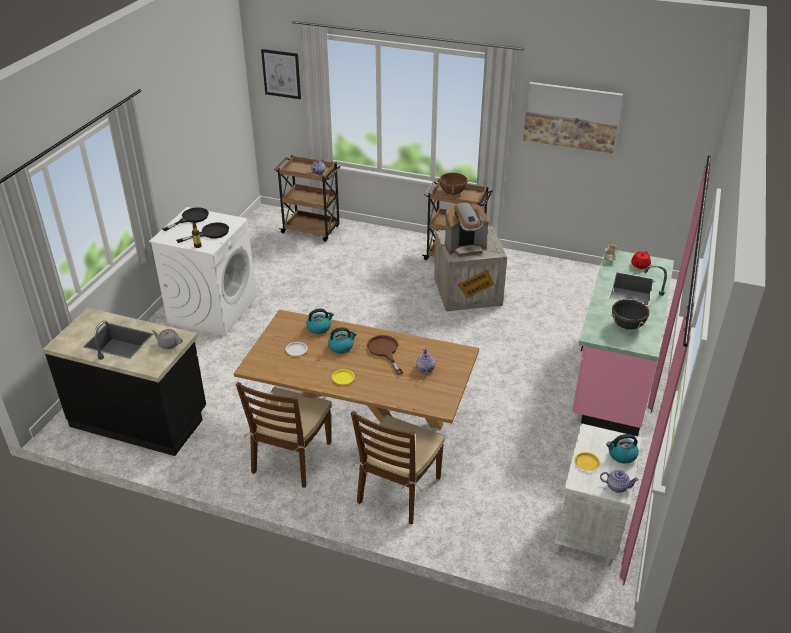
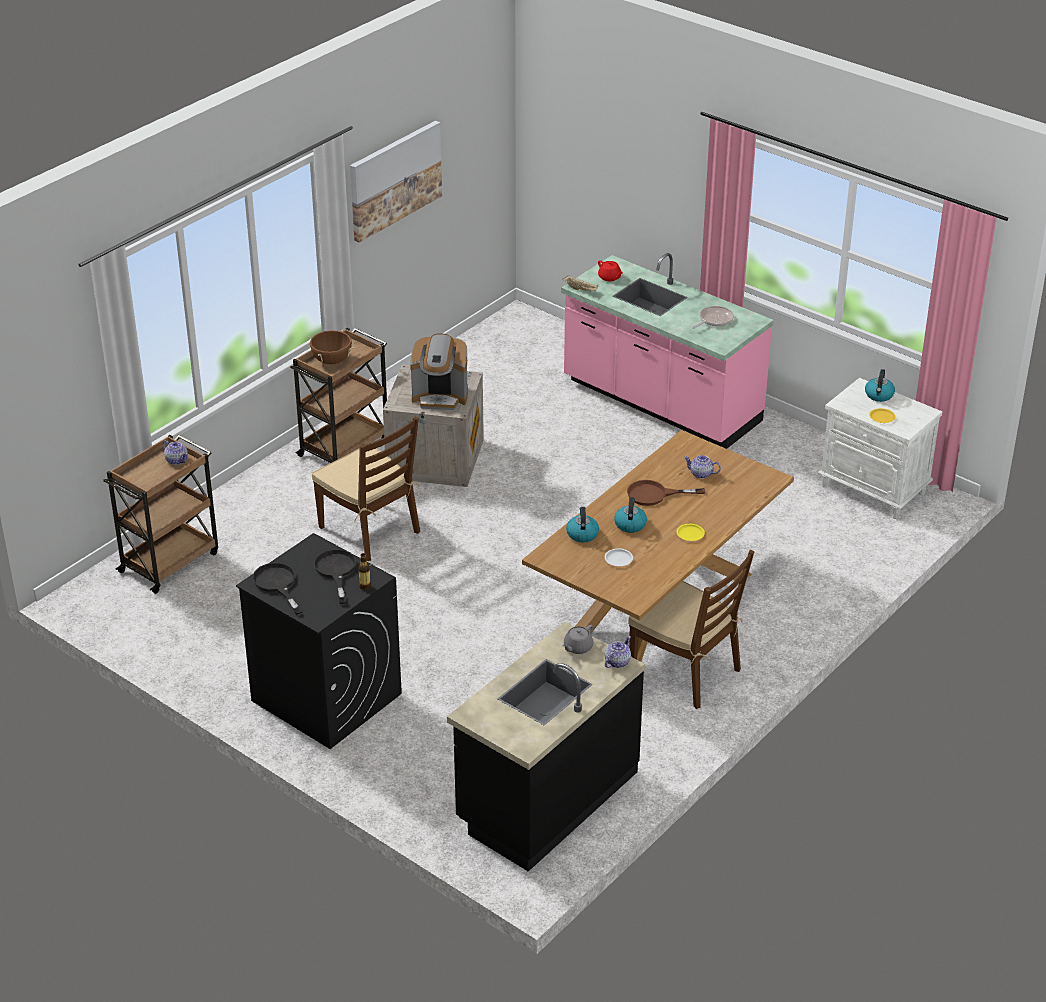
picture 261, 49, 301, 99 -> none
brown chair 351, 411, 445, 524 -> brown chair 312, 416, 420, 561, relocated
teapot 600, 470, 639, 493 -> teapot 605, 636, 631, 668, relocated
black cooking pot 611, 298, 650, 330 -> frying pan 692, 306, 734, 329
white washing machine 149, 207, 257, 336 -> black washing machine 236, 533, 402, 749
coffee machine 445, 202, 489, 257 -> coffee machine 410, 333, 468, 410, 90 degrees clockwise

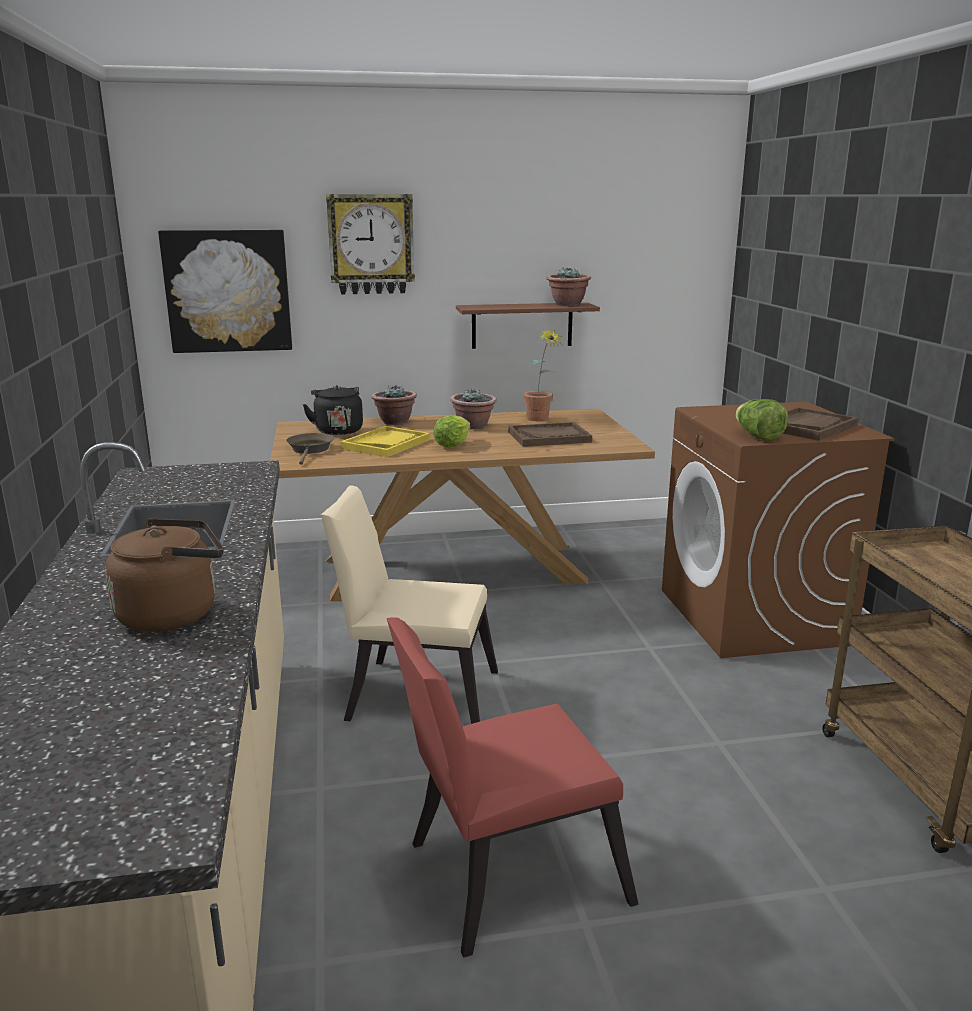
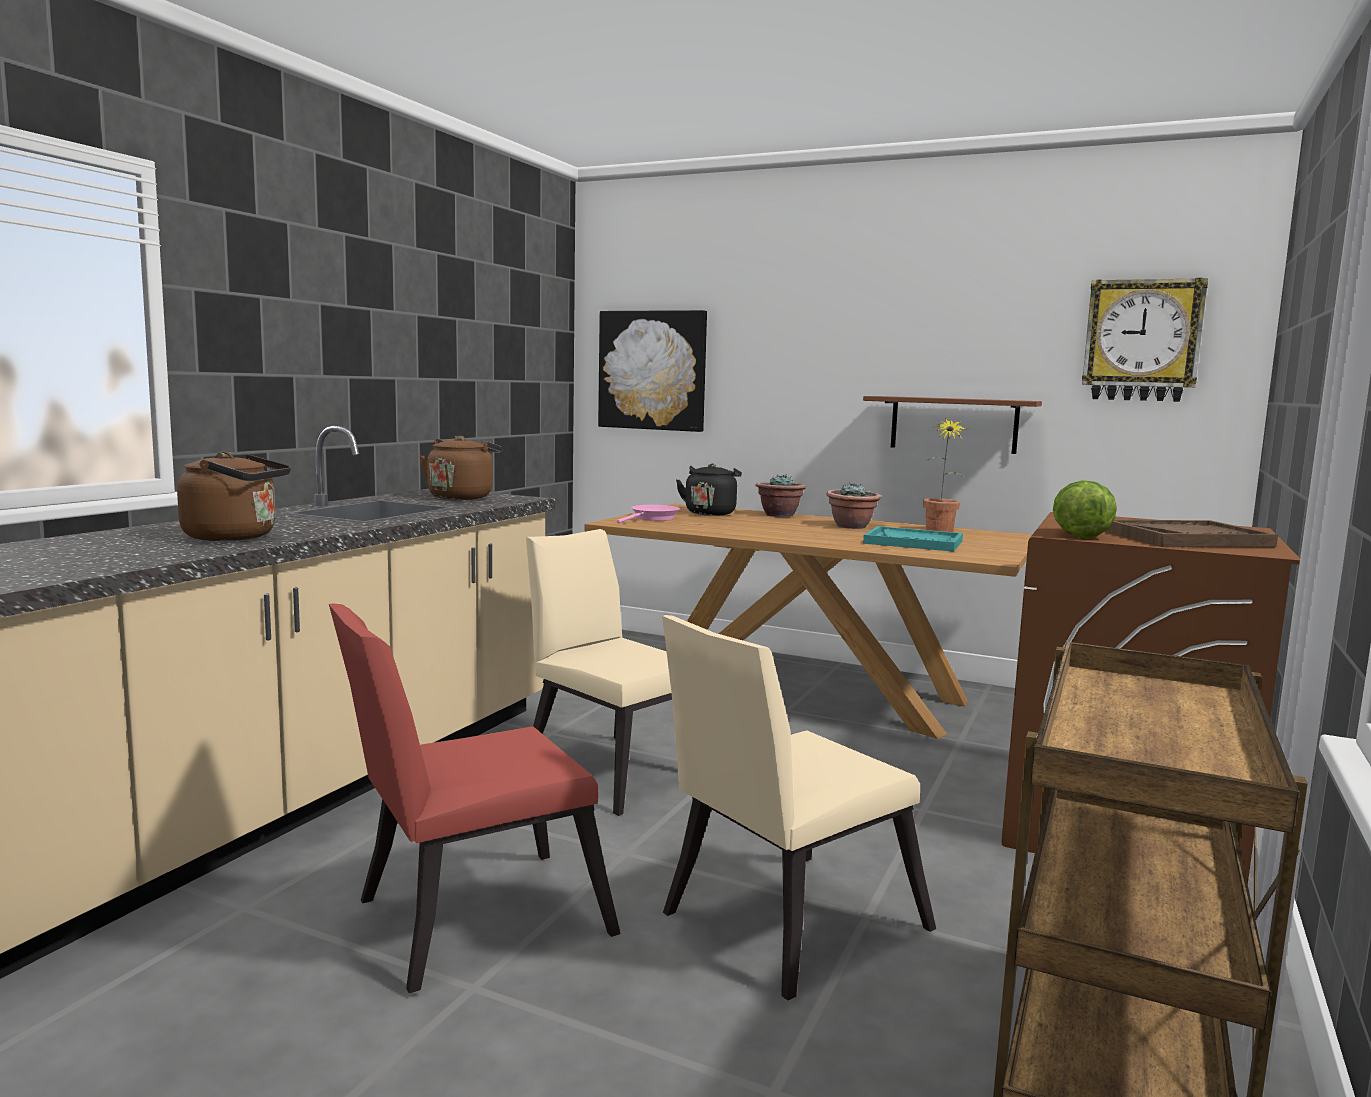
yellow tray 340, 426, 431, 457 -> none
lettuce 433, 416, 470, 448 -> none
potted plant 546, 267, 591, 306 -> none
none -> brown kettle 420, 436, 503, 500
none -> beige chair 662, 615, 936, 1001
wall clock 326, 194, 415, 295 -> wall clock 1082, 278, 1208, 402, relocated
brown frying pan 286, 433, 334, 465 -> pink frying pan 617, 505, 680, 524
brown tray 508, 422, 592, 447 -> turquoise tray 863, 526, 963, 552
red chair 387, 617, 638, 958 -> red chair 329, 603, 621, 993, 45 degrees counterclockwise

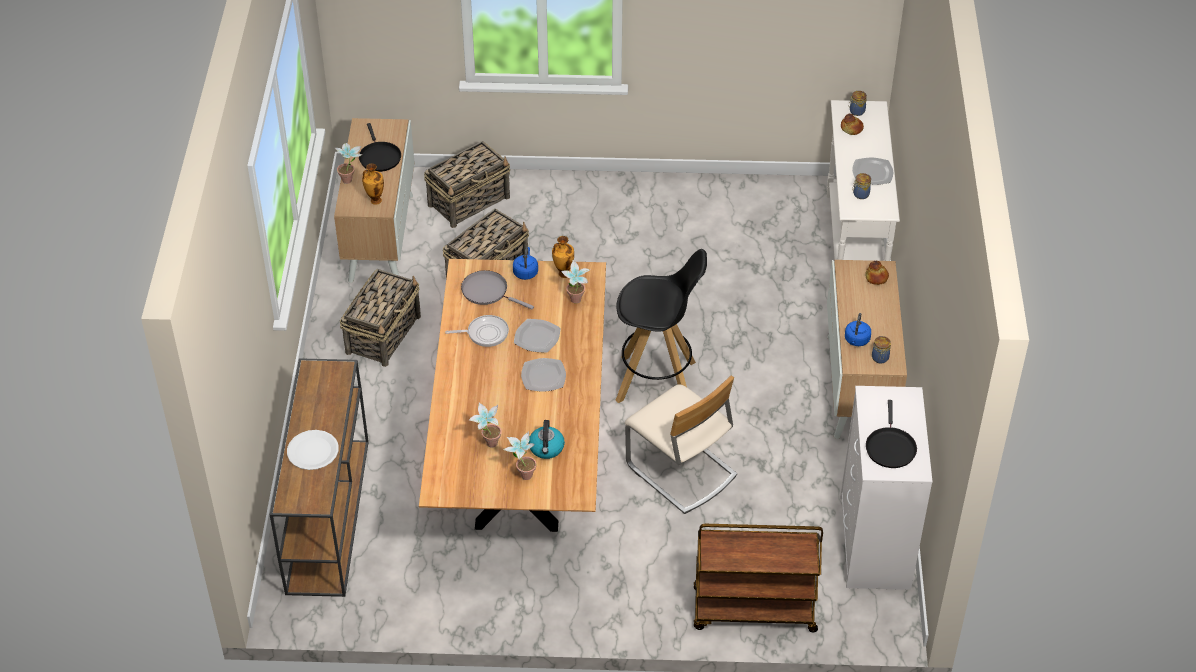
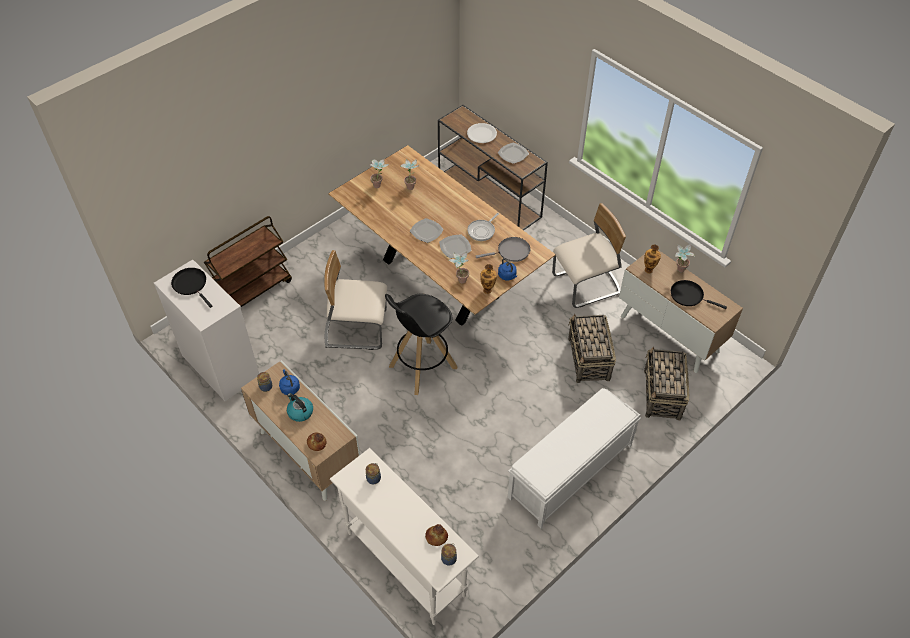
none -> white bench 508, 388, 641, 528
kettle 528, 420, 565, 459 -> kettle 287, 393, 313, 422, relocated
plate 852, 157, 893, 185 -> plate 498, 143, 529, 164, relocated
basket 340, 269, 421, 367 -> beige chair 552, 203, 626, 308

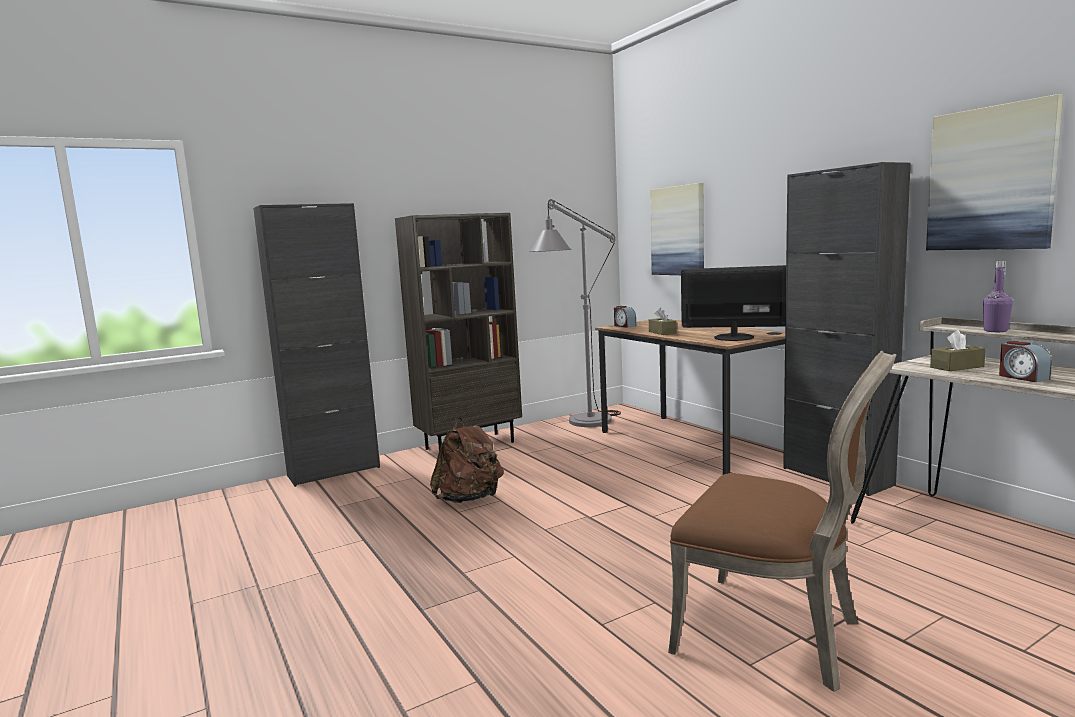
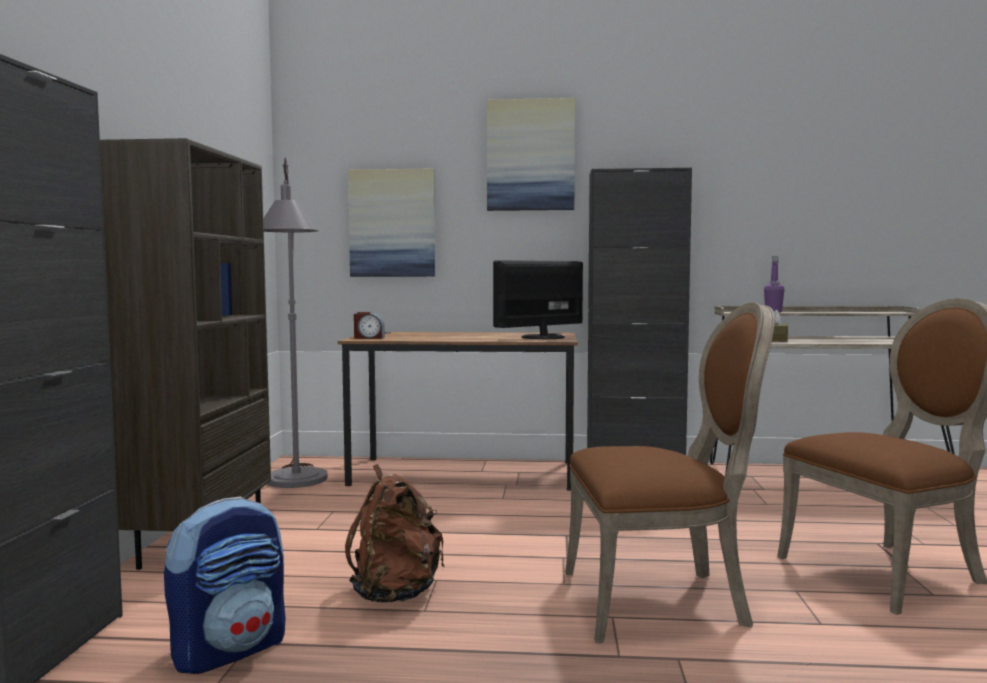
brown tissue box 649, 308, 677, 335 -> none
alarm clock 999, 341, 1052, 382 -> none
none -> backpack 164, 496, 286, 674
none -> brown chair 565, 302, 775, 643
picture 926, 94, 1063, 250 -> picture 487, 98, 575, 211, relocated

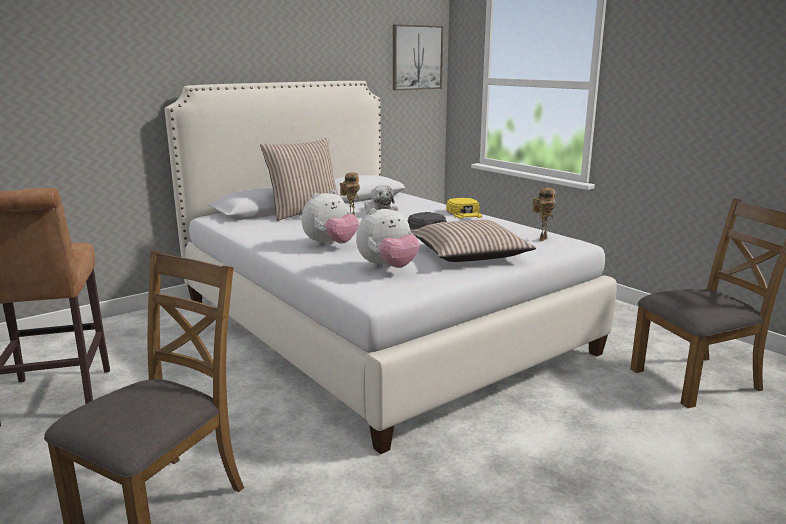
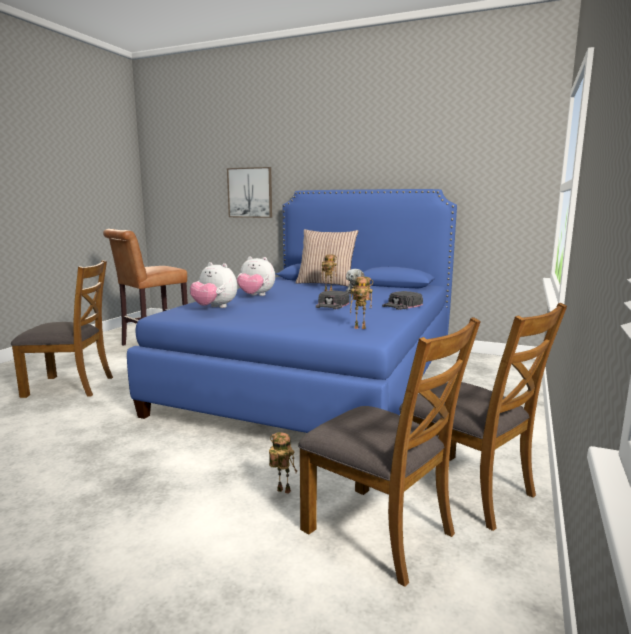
pillow 410, 220, 536, 262 -> none
none -> toy robot 269, 432, 297, 494
none -> brown chair 399, 303, 567, 531
picture 393, 24, 443, 90 -> picture 227, 167, 272, 218, relocated
white bed 165, 81, 617, 454 -> blue bed 127, 189, 457, 433
yellow cap 446, 198, 482, 219 -> black cap 382, 291, 423, 310

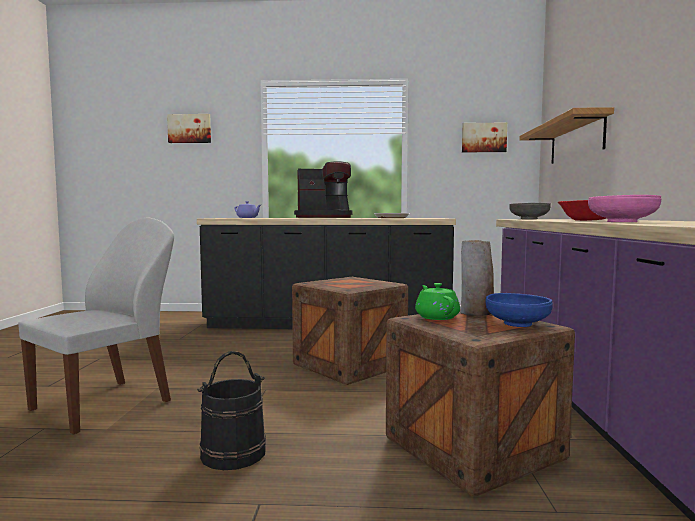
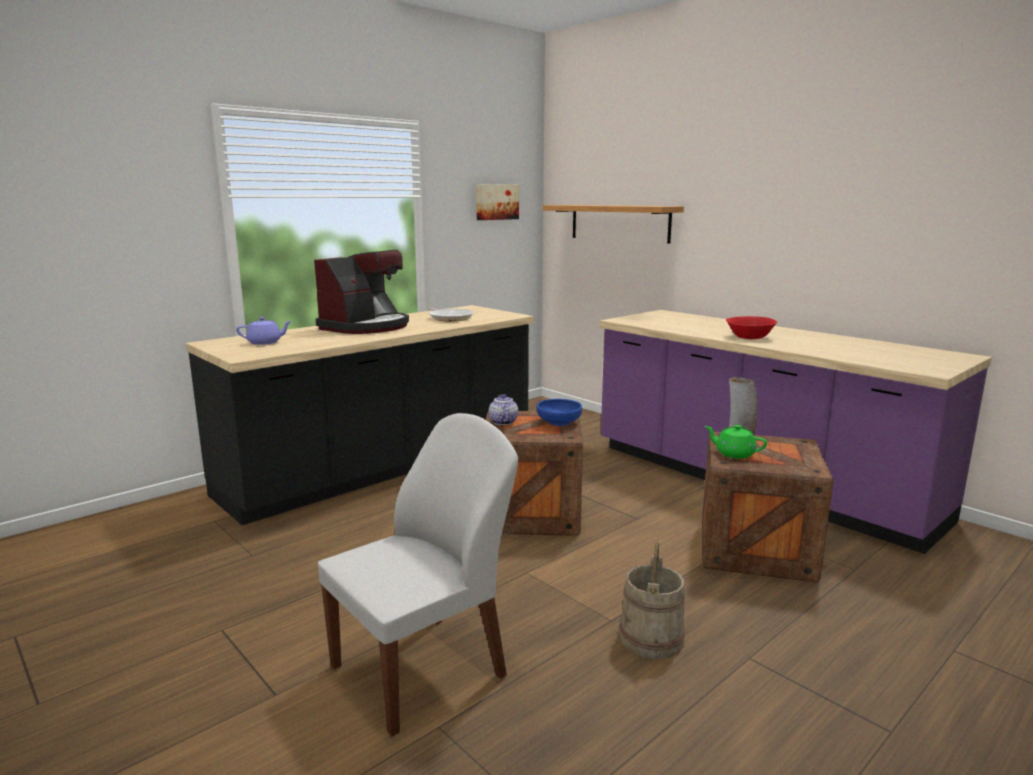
picture 167, 114, 211, 143 -> none
grey bowl 509, 203, 551, 219 -> none
pink bowl 588, 195, 661, 222 -> none
none -> teapot 489, 394, 518, 425
blue bowl 485, 293, 553, 327 -> blue bowl 537, 399, 582, 426, relocated
black bucket 197, 351, 266, 470 -> beige bucket 619, 542, 685, 659
white chair 18, 218, 174, 435 -> white chair 318, 413, 518, 737, 60 degrees clockwise

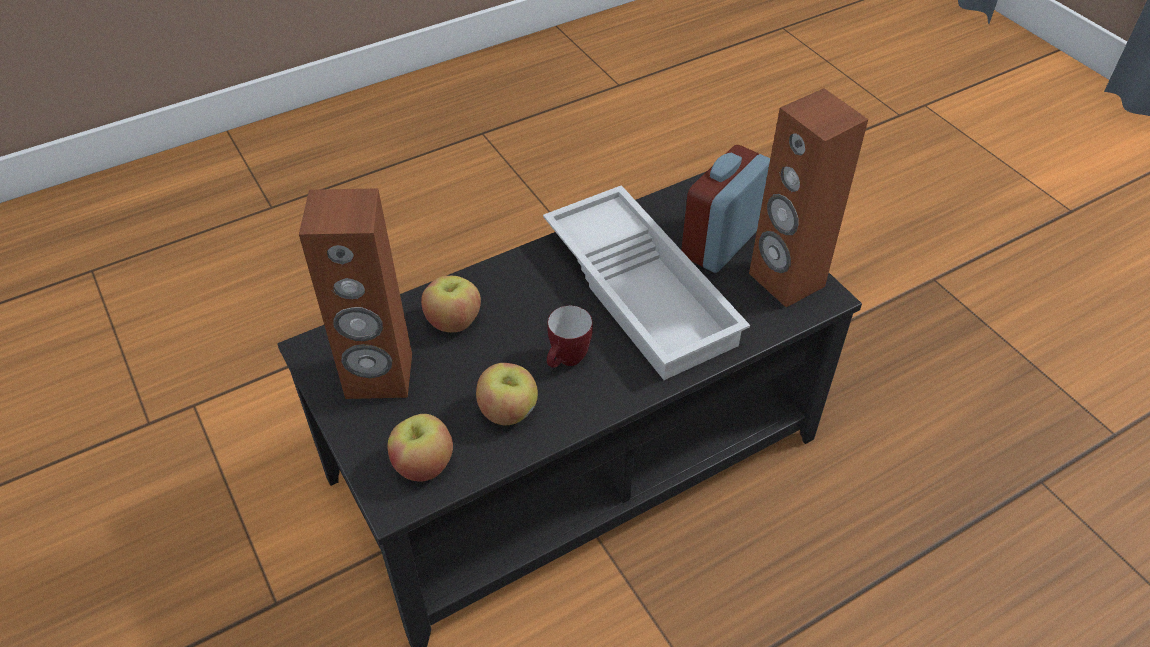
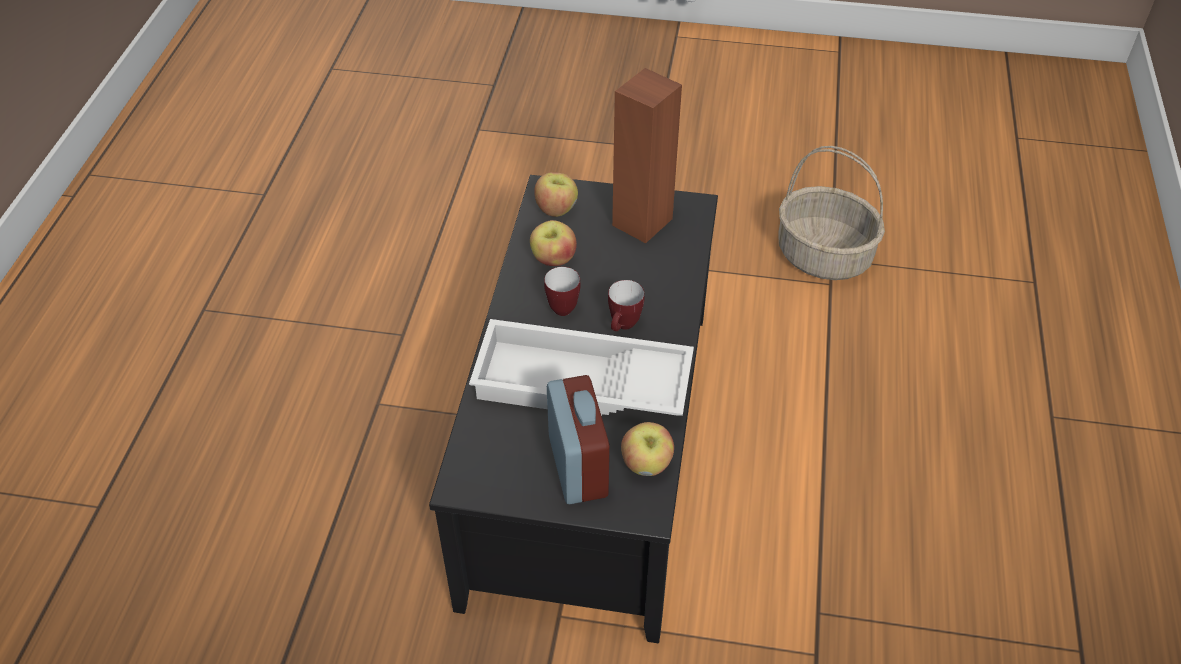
brown speaker 749, 88, 868, 307 -> none
none -> mug 608, 280, 645, 331
none -> basket 778, 146, 885, 280
apple 421, 276, 481, 332 -> apple 621, 422, 674, 476, relocated

